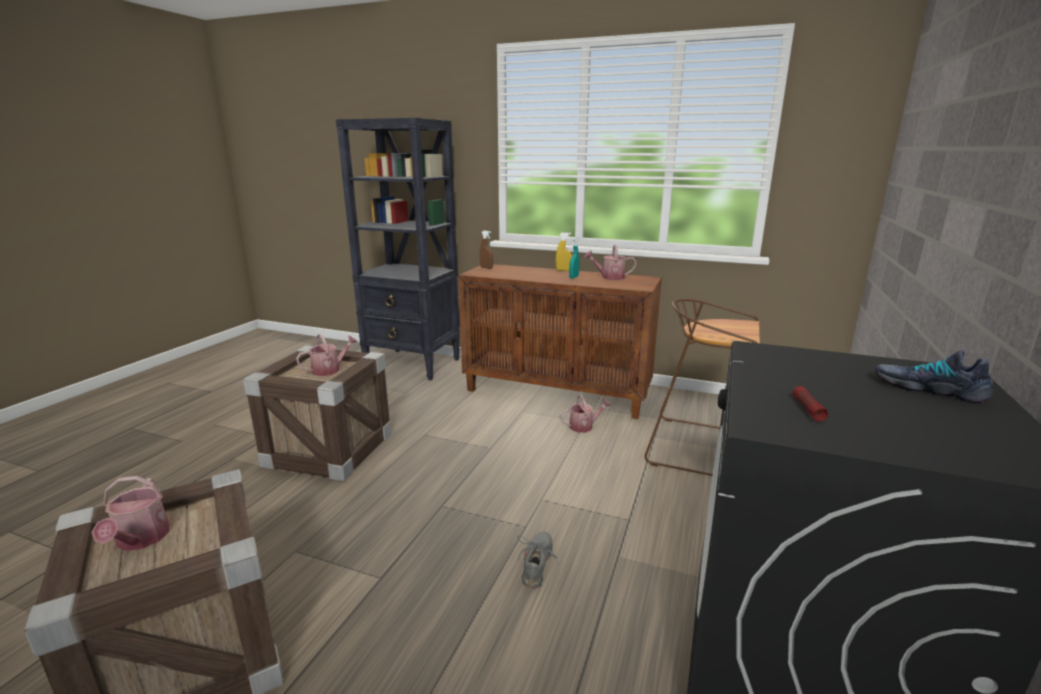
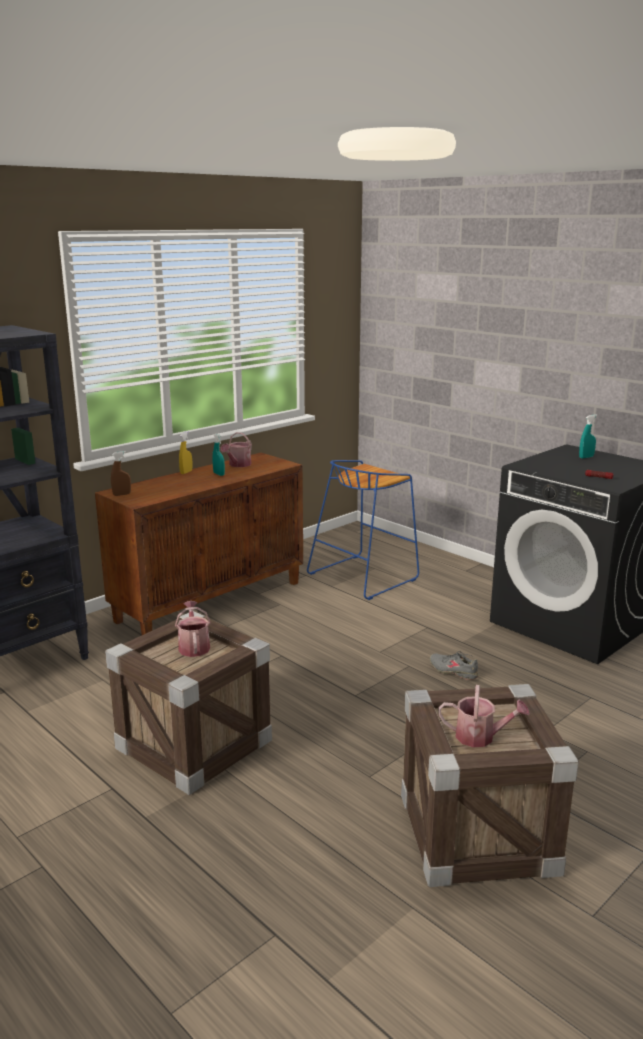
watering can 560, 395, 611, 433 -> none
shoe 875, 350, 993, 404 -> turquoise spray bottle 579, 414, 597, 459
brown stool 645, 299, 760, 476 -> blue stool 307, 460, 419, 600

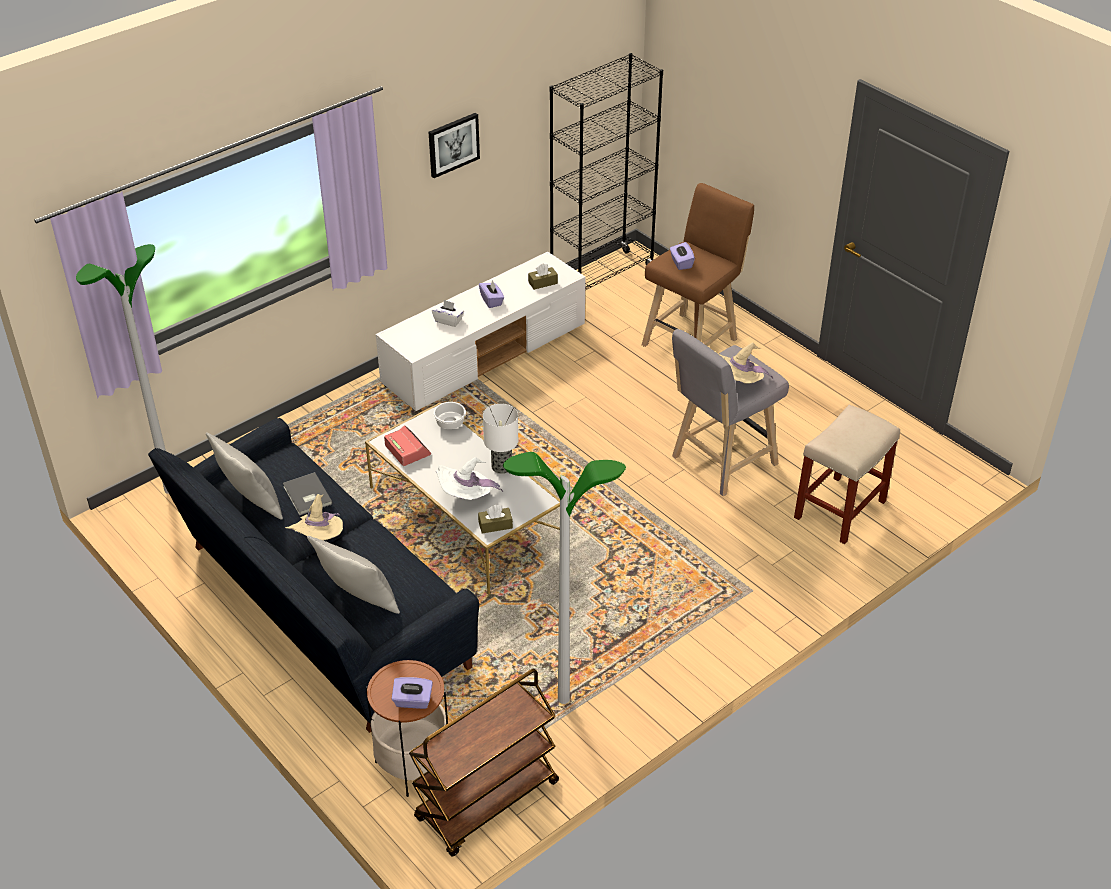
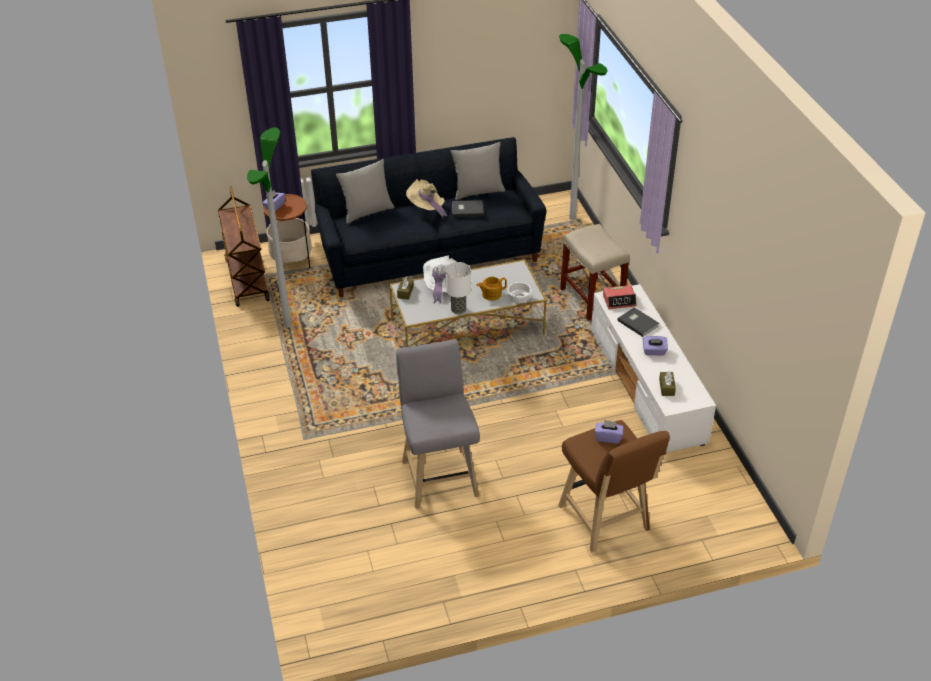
picture 429, 113, 480, 178 -> none
black bookcase 550, 53, 663, 290 -> none
beige hat 717, 342, 774, 384 -> none
none -> teapot 476, 277, 507, 301
alarm clock 384, 425, 431, 466 -> alarm clock 603, 285, 637, 309, relocated
beige stool 794, 405, 900, 544 -> beige stool 560, 224, 630, 321, relocated
white tissue box 432, 300, 464, 327 -> grey book 617, 307, 660, 337

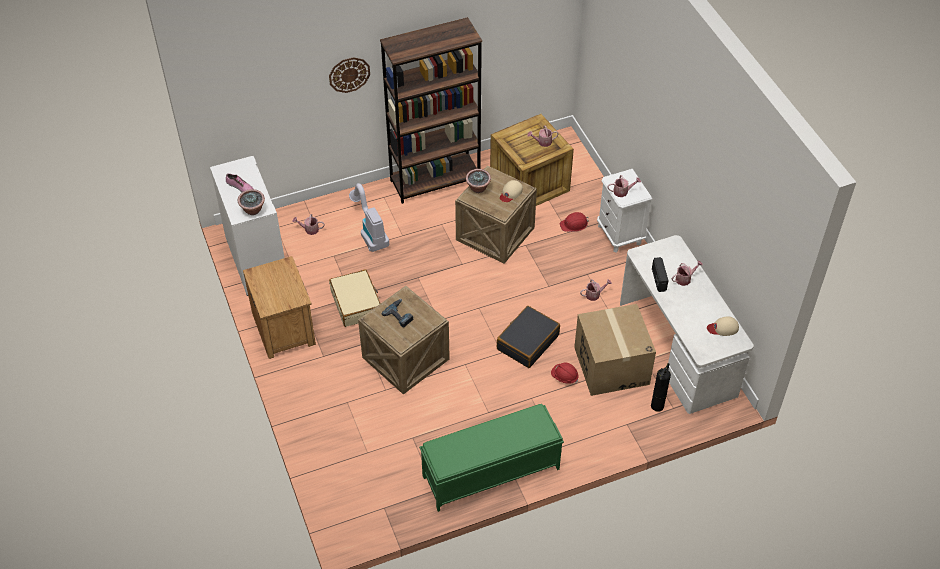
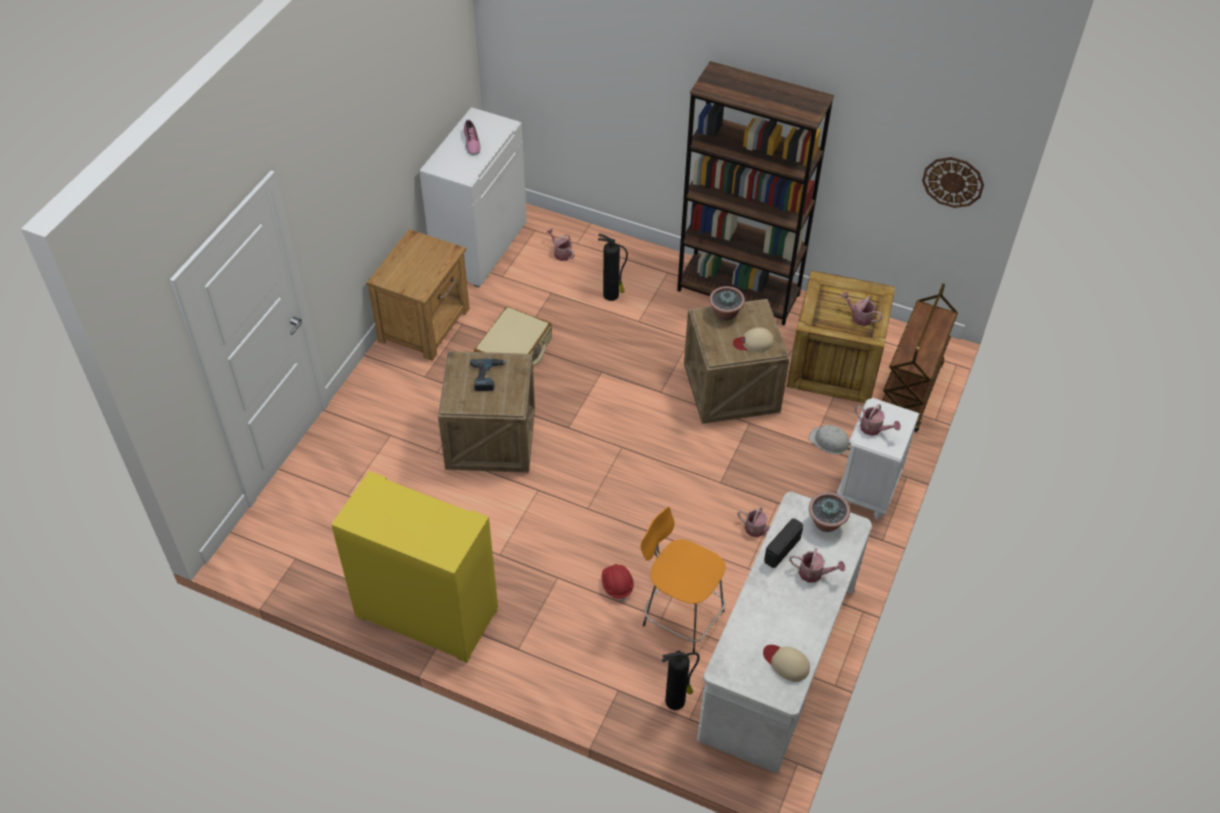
black suitcase 497, 306, 560, 368 -> none
none -> brown cart 882, 284, 958, 432
potted plant 238, 189, 265, 215 -> potted plant 809, 492, 850, 532, relocated
wall clock 329, 57, 370, 93 -> wall clock 922, 157, 984, 208, relocated
vacuum cleaner 349, 183, 389, 252 -> fire extinguisher 598, 233, 628, 301
green bench 419, 404, 564, 512 -> yellow cabinet 331, 471, 498, 663
cardboard box 574, 304, 656, 396 -> orange stool 641, 507, 725, 652
red hard hat 560, 212, 589, 232 -> white hard hat 808, 425, 851, 454

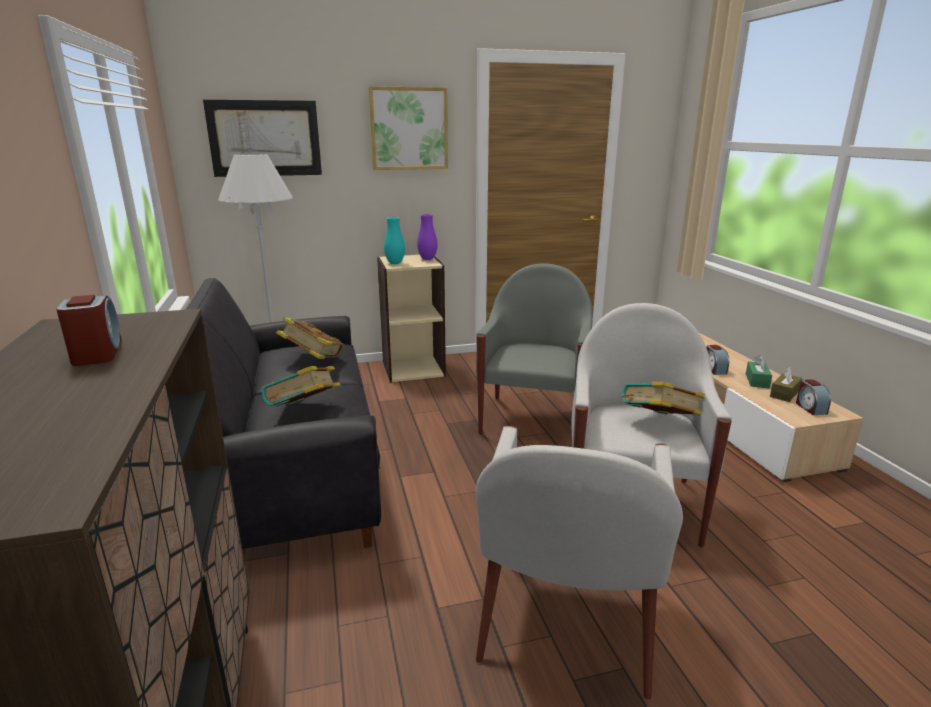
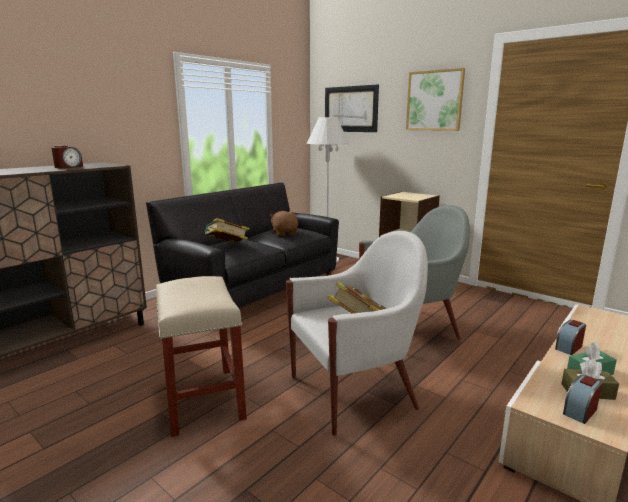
turquoise vase 384, 217, 405, 264 -> none
purple vase 417, 214, 438, 260 -> none
book 276, 317, 343, 359 -> brown plush toy 270, 211, 298, 236
white armchair 475, 426, 683, 699 -> beige stool 156, 276, 247, 437

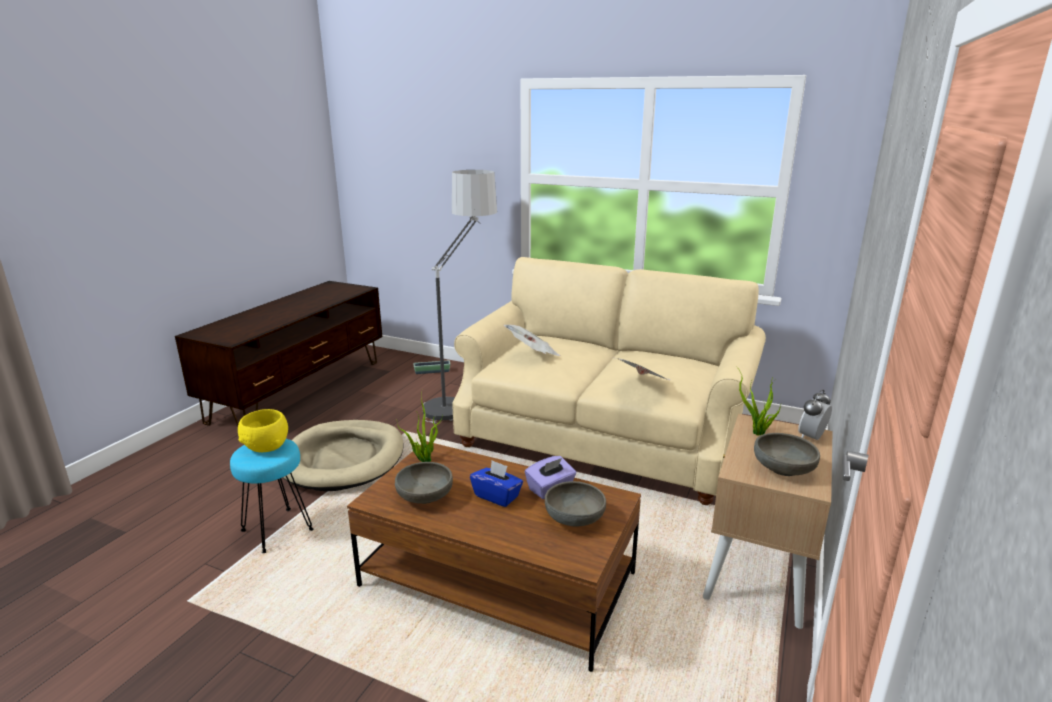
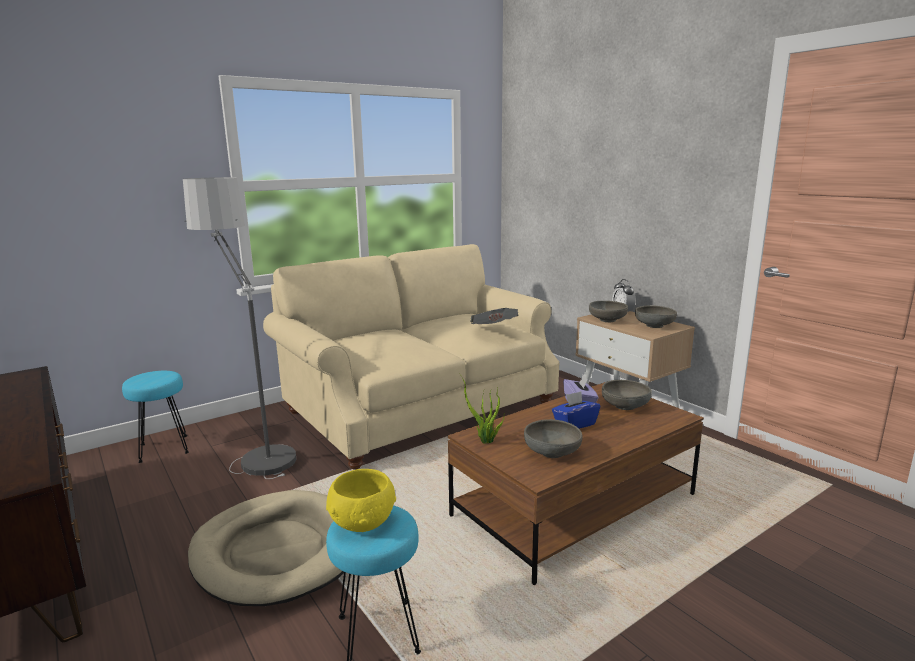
newspaper 504, 324, 560, 356 -> none
planter 414, 361, 450, 374 -> turquoise stool 122, 371, 189, 463
potted plant 736, 366, 781, 435 -> grey bowl 589, 301, 628, 322

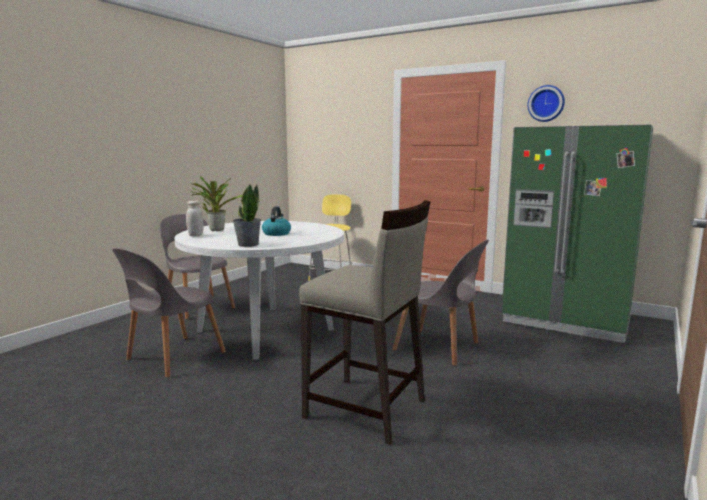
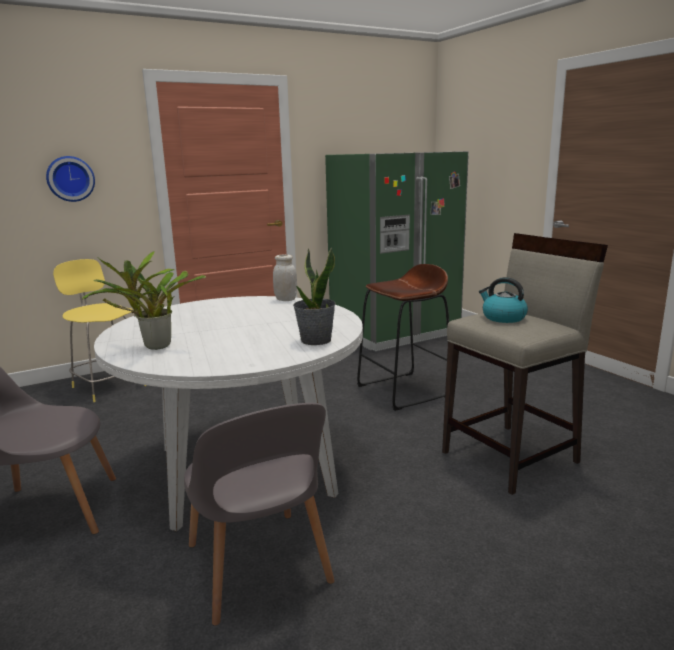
white jar 186, 200, 204, 236 -> white jar 273, 254, 297, 301, relocated
kettle 262, 206, 291, 236 -> kettle 479, 277, 528, 323, relocated
wall clock 528, 85, 565, 122 -> wall clock 46, 156, 95, 202, relocated
grey chair 392, 240, 489, 366 -> brown stool 357, 264, 449, 411

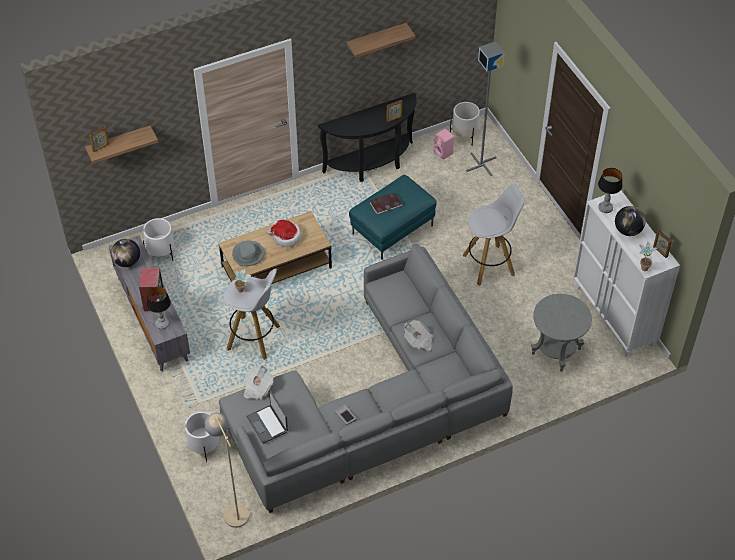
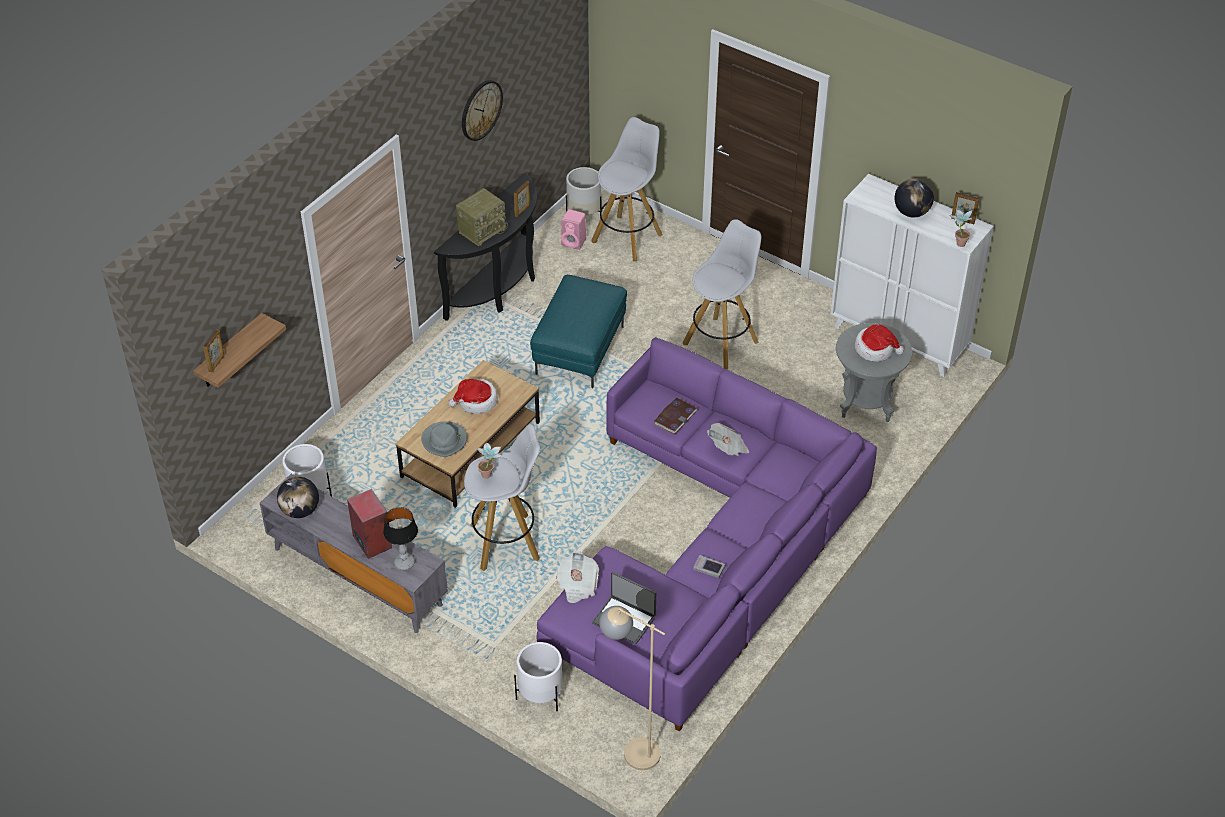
table lamp 598, 168, 623, 213 -> none
none -> radio 456, 188, 508, 246
none -> hat 855, 324, 904, 362
book 369, 193, 402, 215 -> book 654, 398, 697, 434, relocated
shelf 346, 23, 416, 58 -> wall clock 462, 80, 503, 141
grey floor lamp 466, 41, 505, 176 -> white stool 591, 117, 662, 261
grey sofa 219, 244, 513, 513 -> purple sofa 537, 337, 877, 732

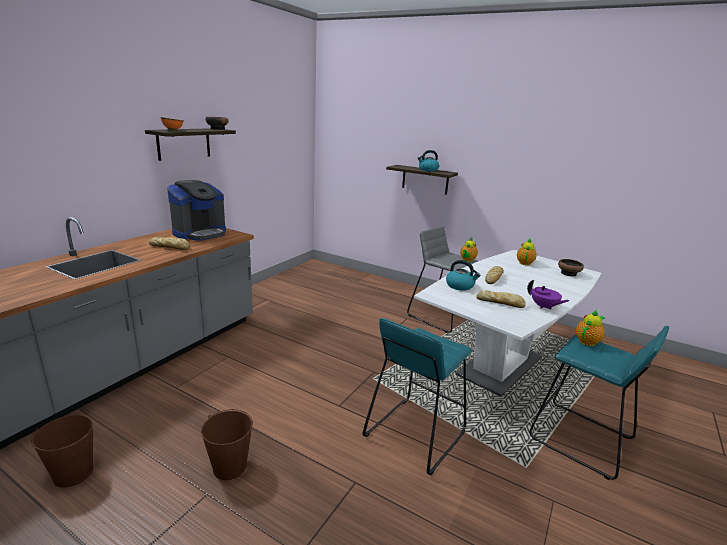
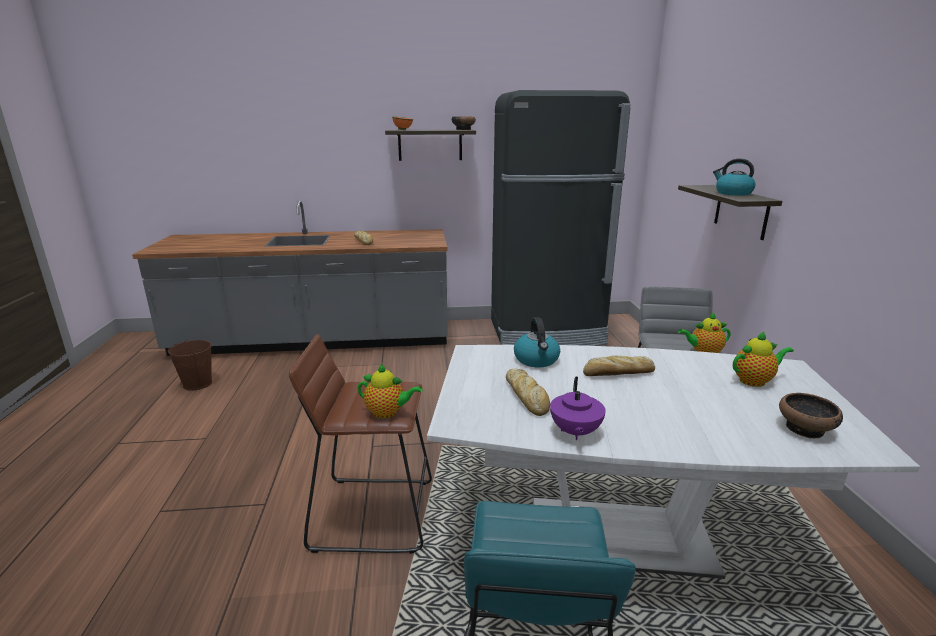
coffee machine 167, 180, 226, 241 -> none
brown bucket 201, 409, 253, 480 -> none
none -> black fridge 491, 90, 630, 346
teapot 576, 310, 605, 346 -> teapot 358, 364, 423, 419, relocated
turquoise stool 362, 318, 472, 475 -> brown stool 289, 334, 432, 554

